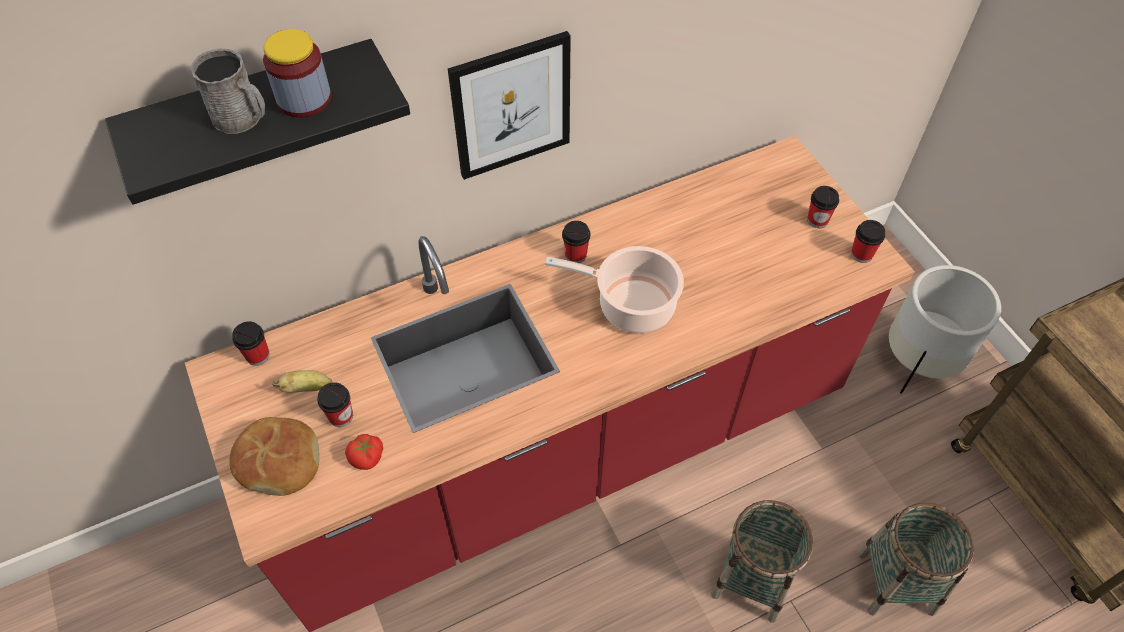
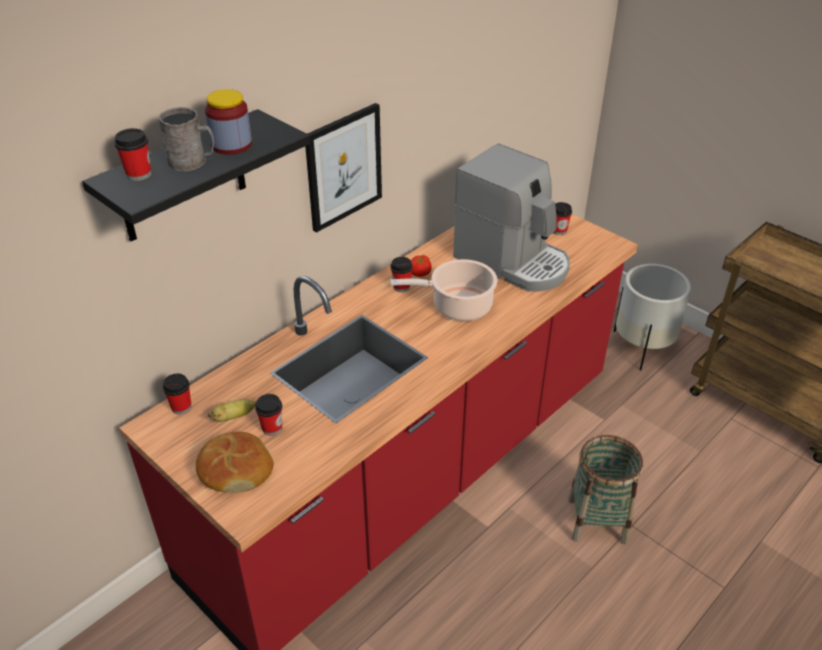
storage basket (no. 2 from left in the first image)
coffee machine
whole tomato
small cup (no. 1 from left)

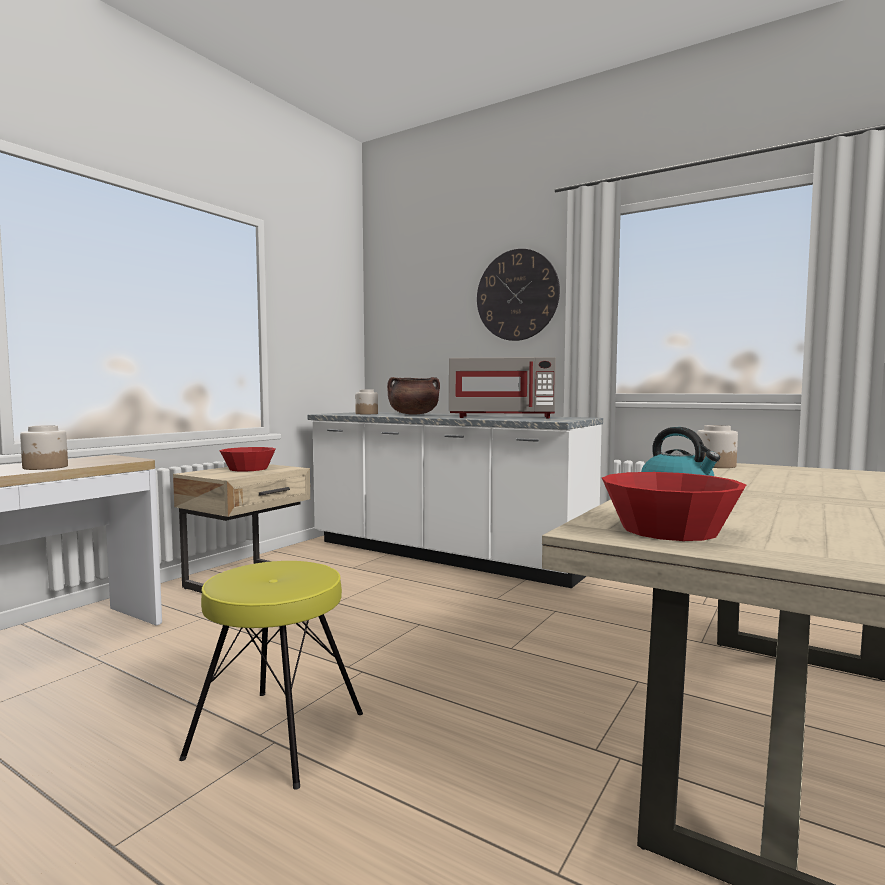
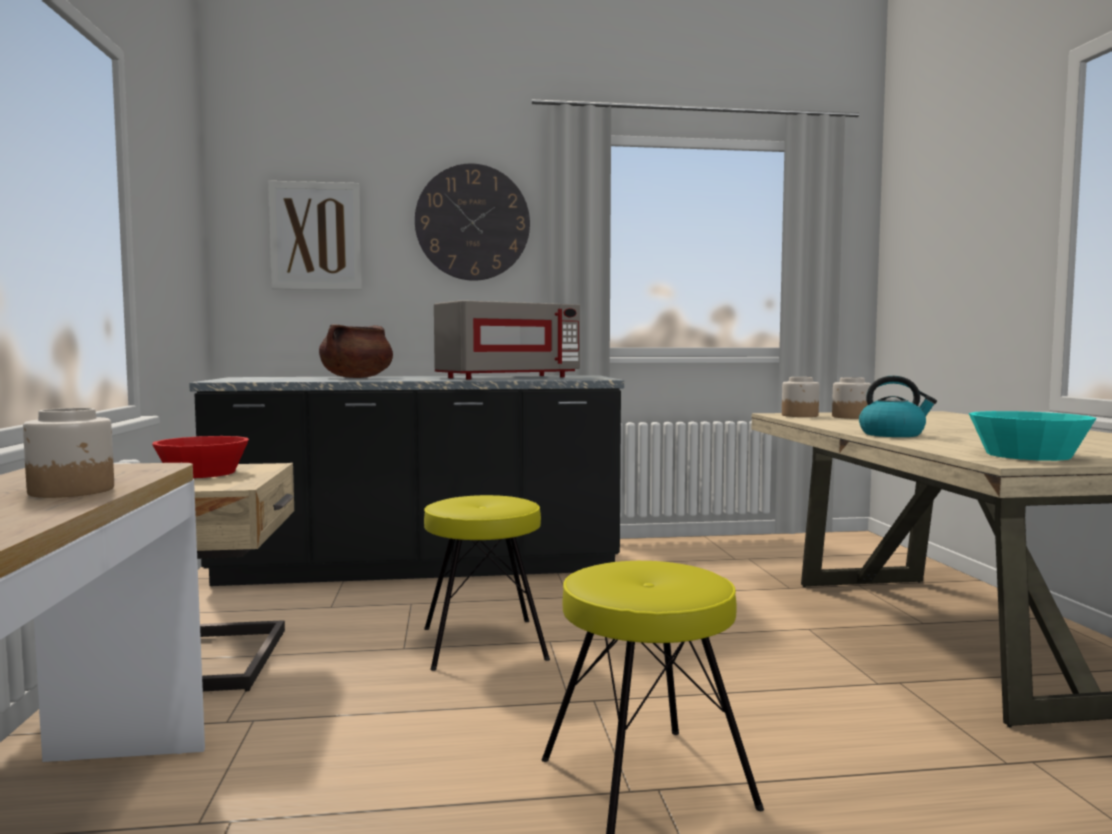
wall picture
yellow-coloured sitting stool (no. 1 from left)
jar (no. 3 from left)
blackish kitchen counter
turquoise-coloured serving bowl

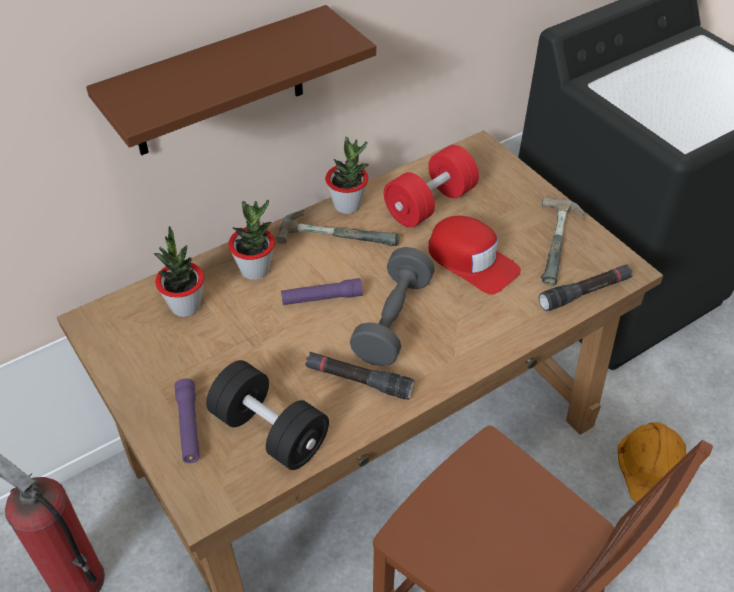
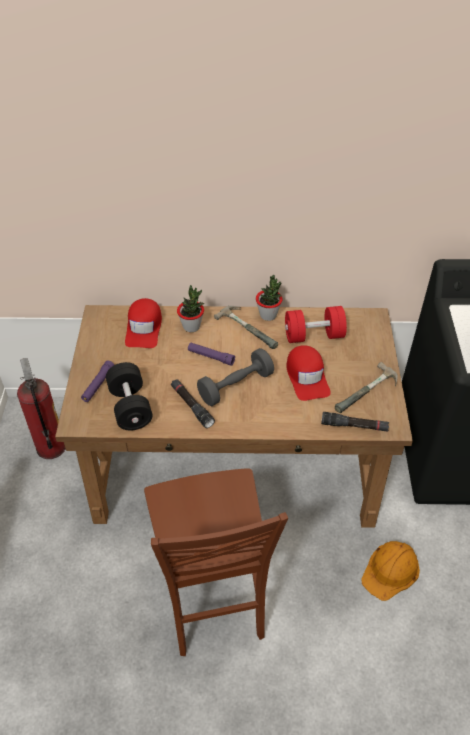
brown-coloured bracket shelf
red peaked cap (no. 1 from left)

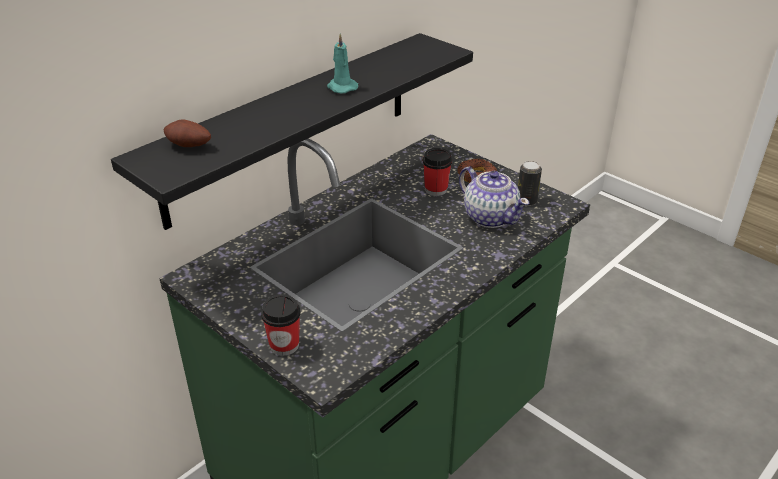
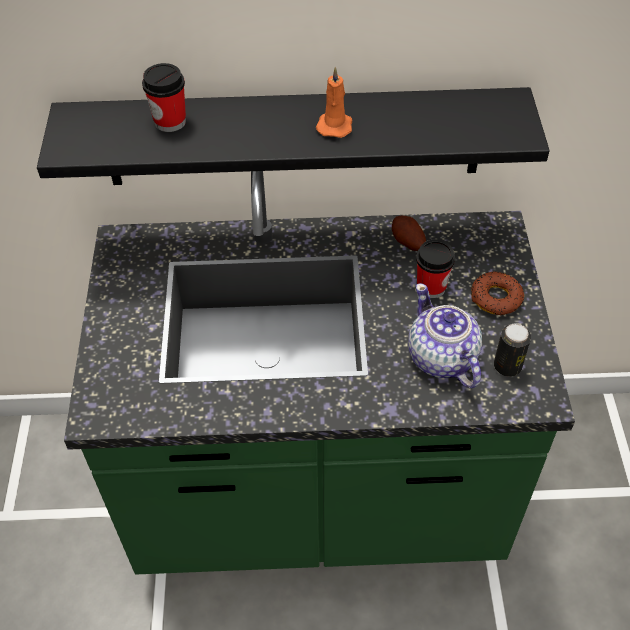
whole potato
small cup (no. 1 from left)
orange candle
pot for tea

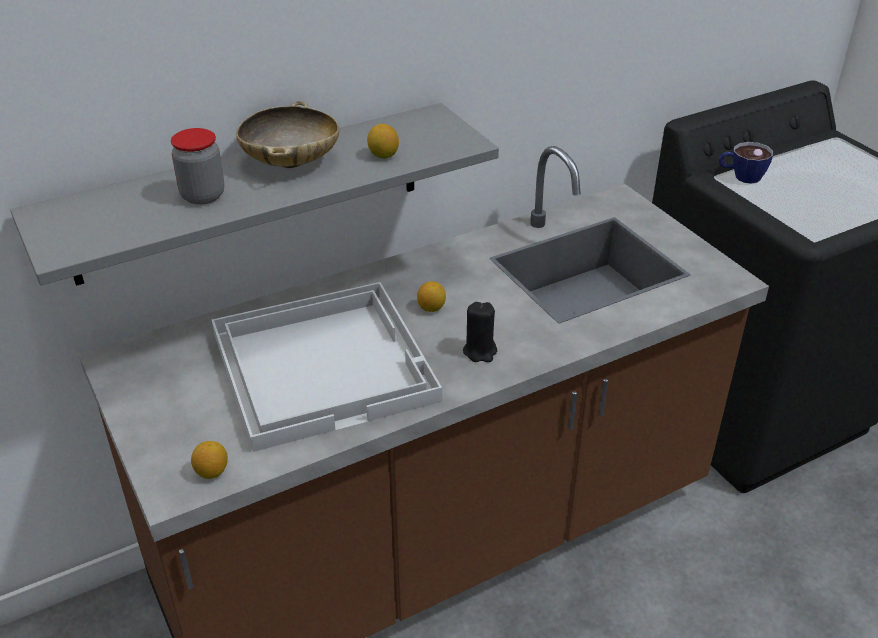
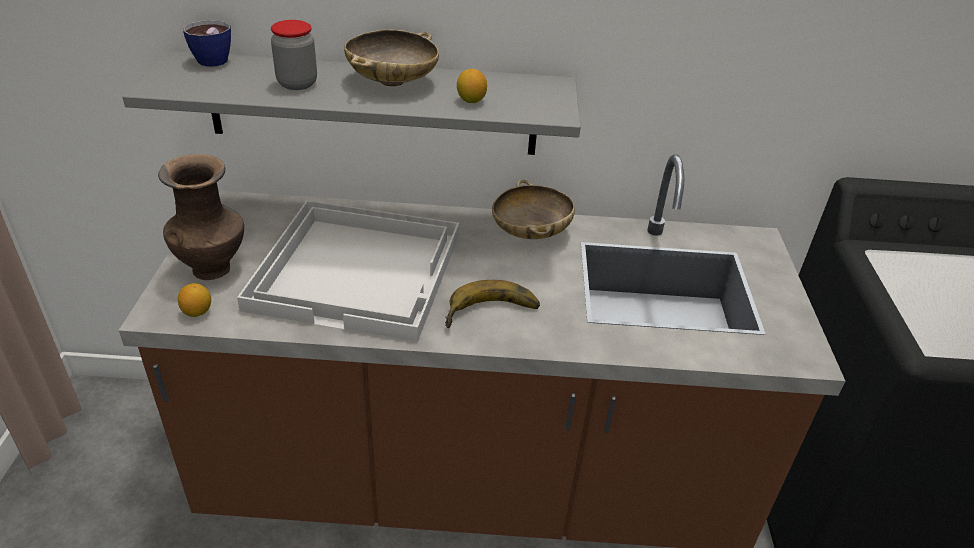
lemon (no. 3 from left in the first image)
brown-coloured vase
sand-coloured serving bowl (no. 2 from left)
small cup
banana fruit

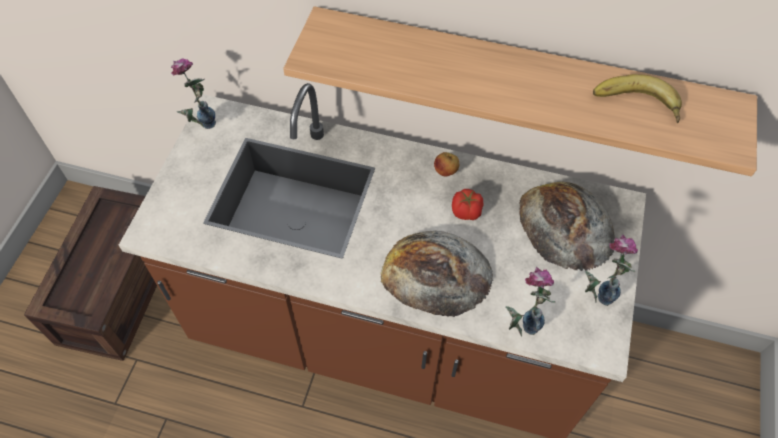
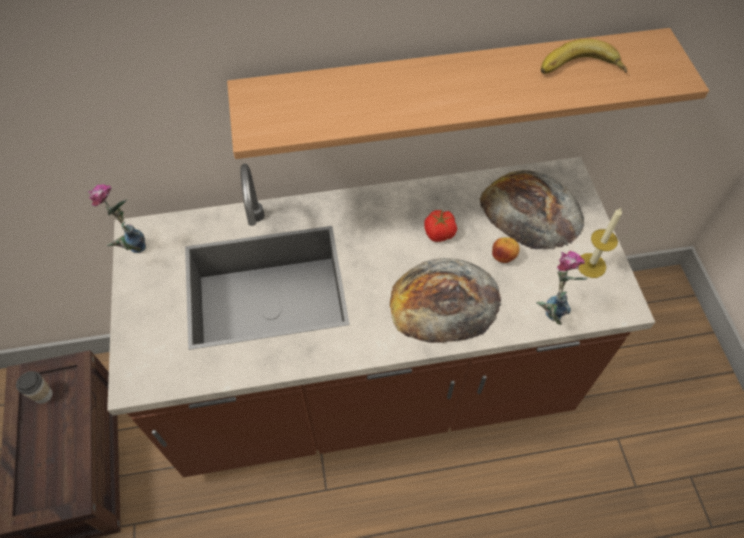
small cup
apple fruit
candle

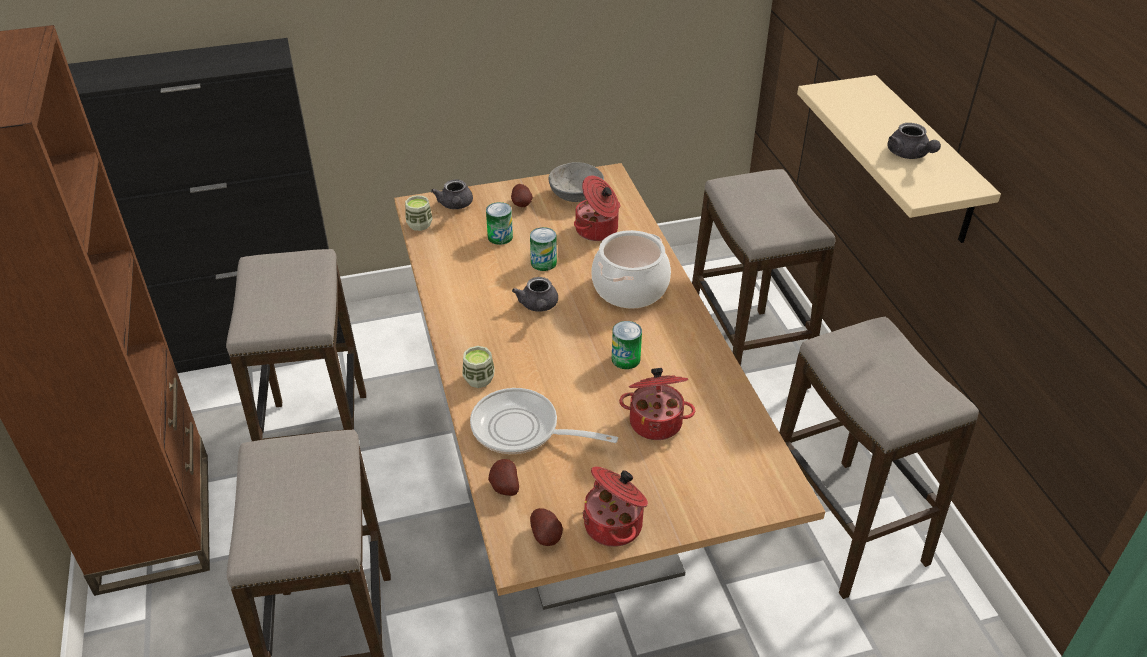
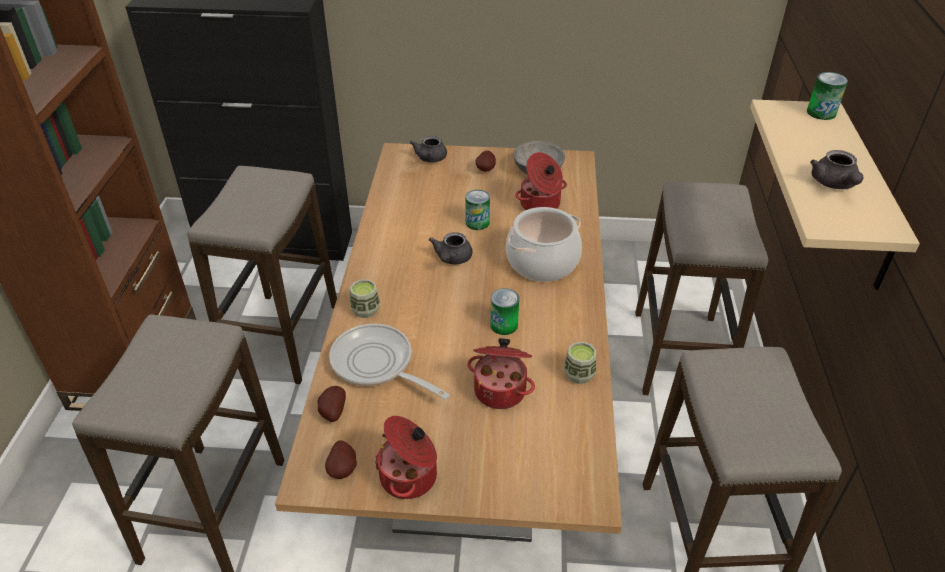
small cup (no. 2 from left)
metal can (no. 3 from left)

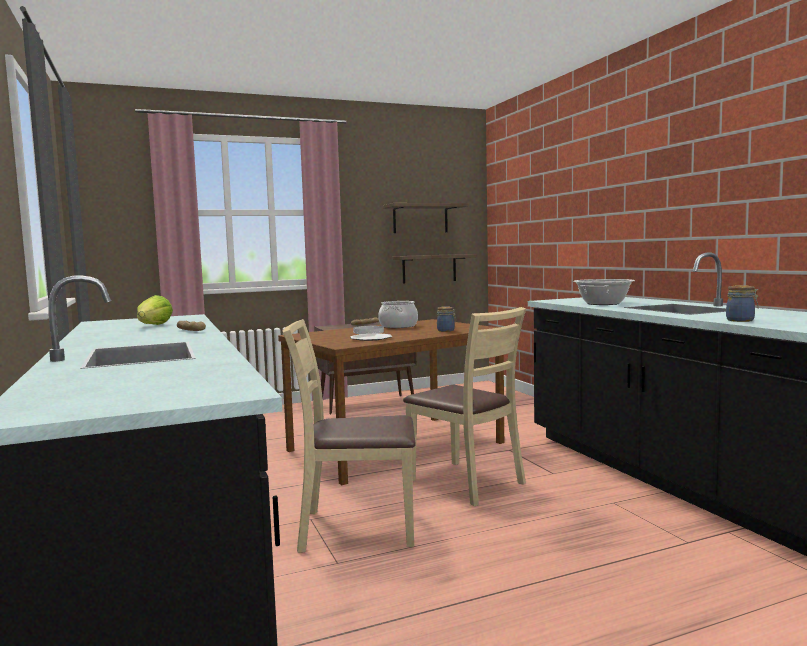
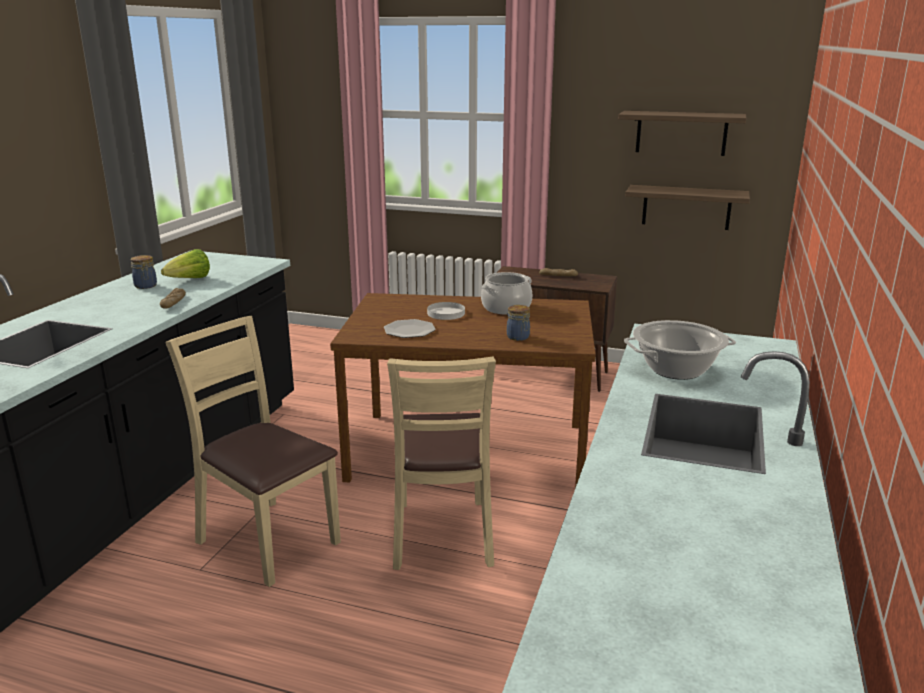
jar (no. 1 from left)

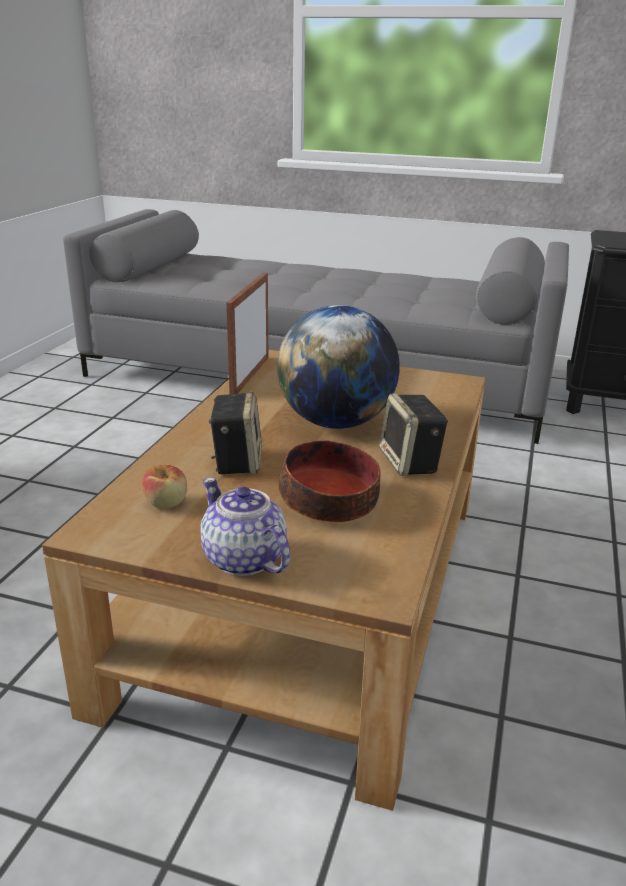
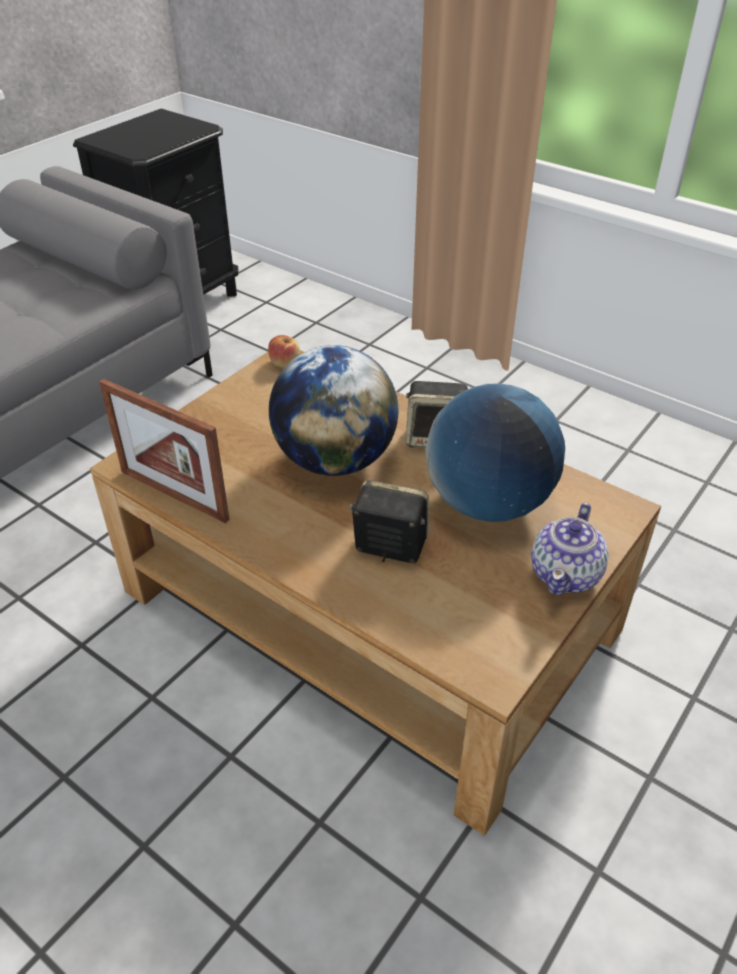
apple fruit
desk globe (no. 2 from left)
pot for tea

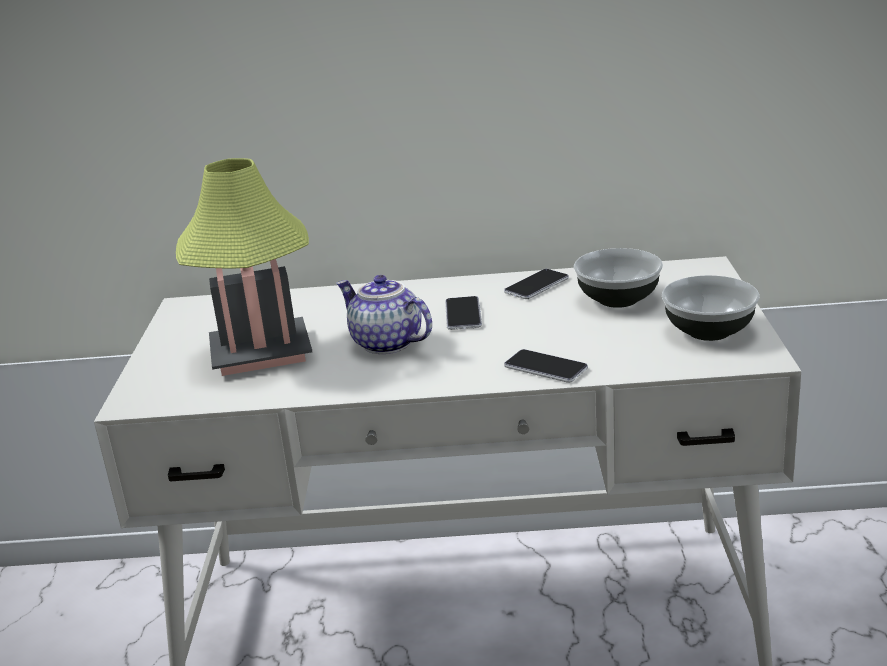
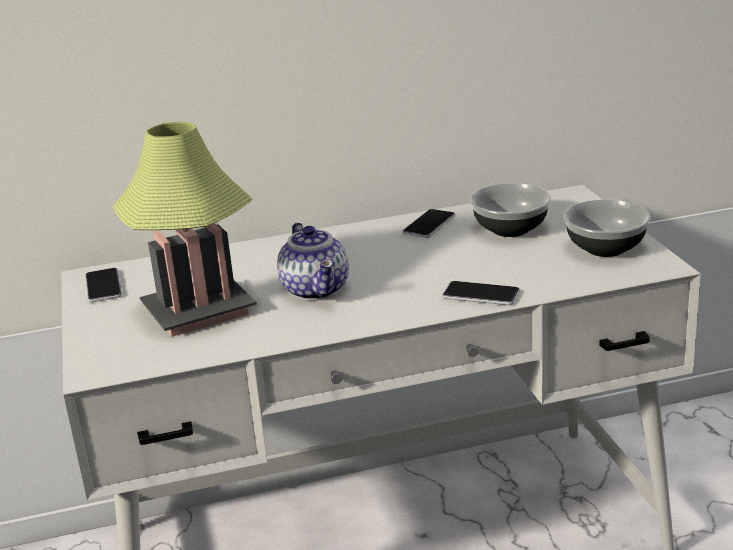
telephone (no. 1 from left)
pot for tea

